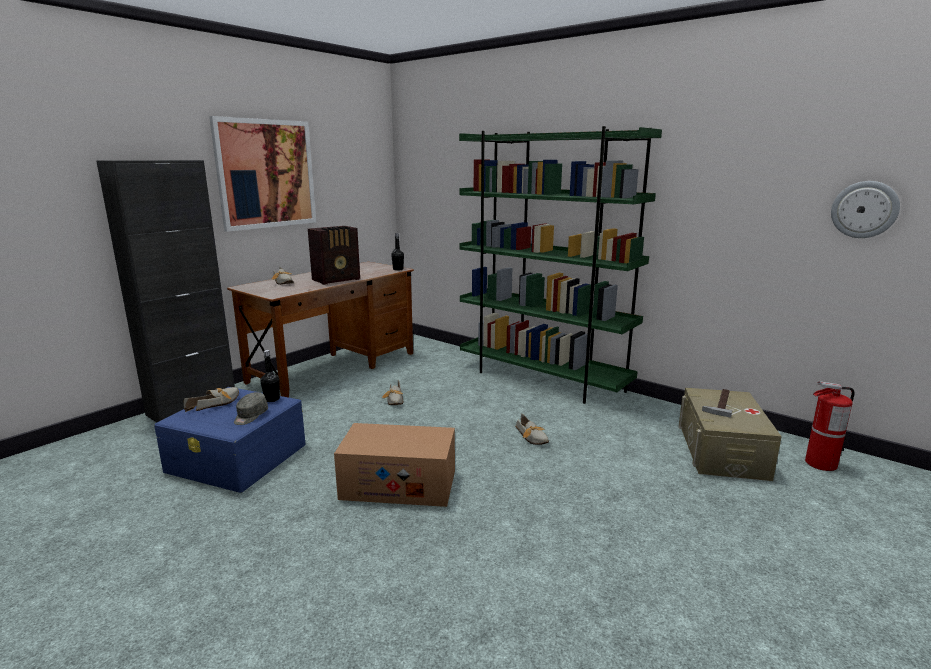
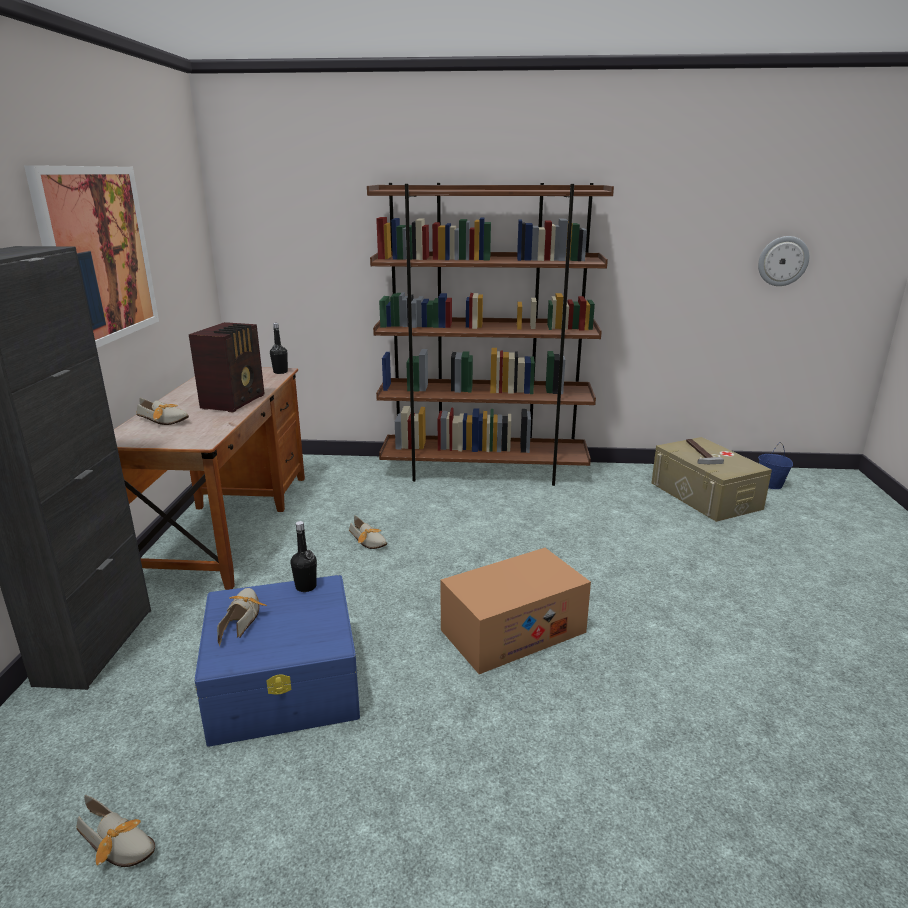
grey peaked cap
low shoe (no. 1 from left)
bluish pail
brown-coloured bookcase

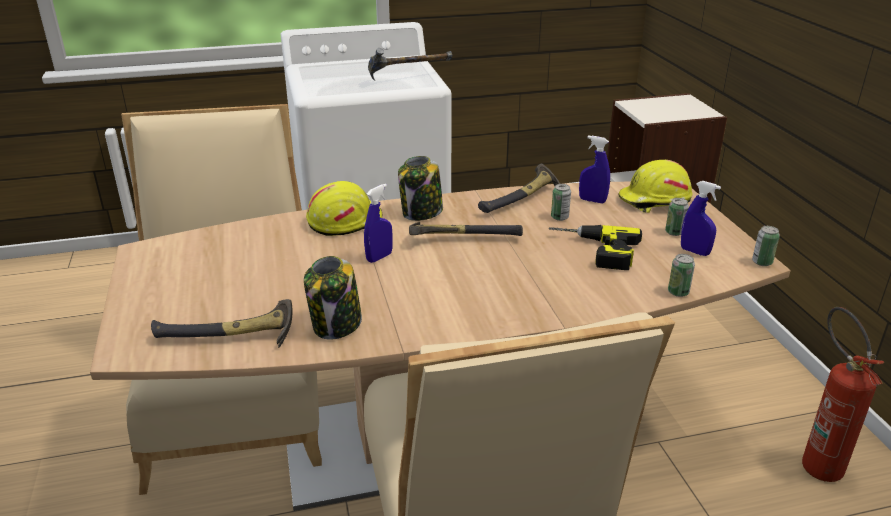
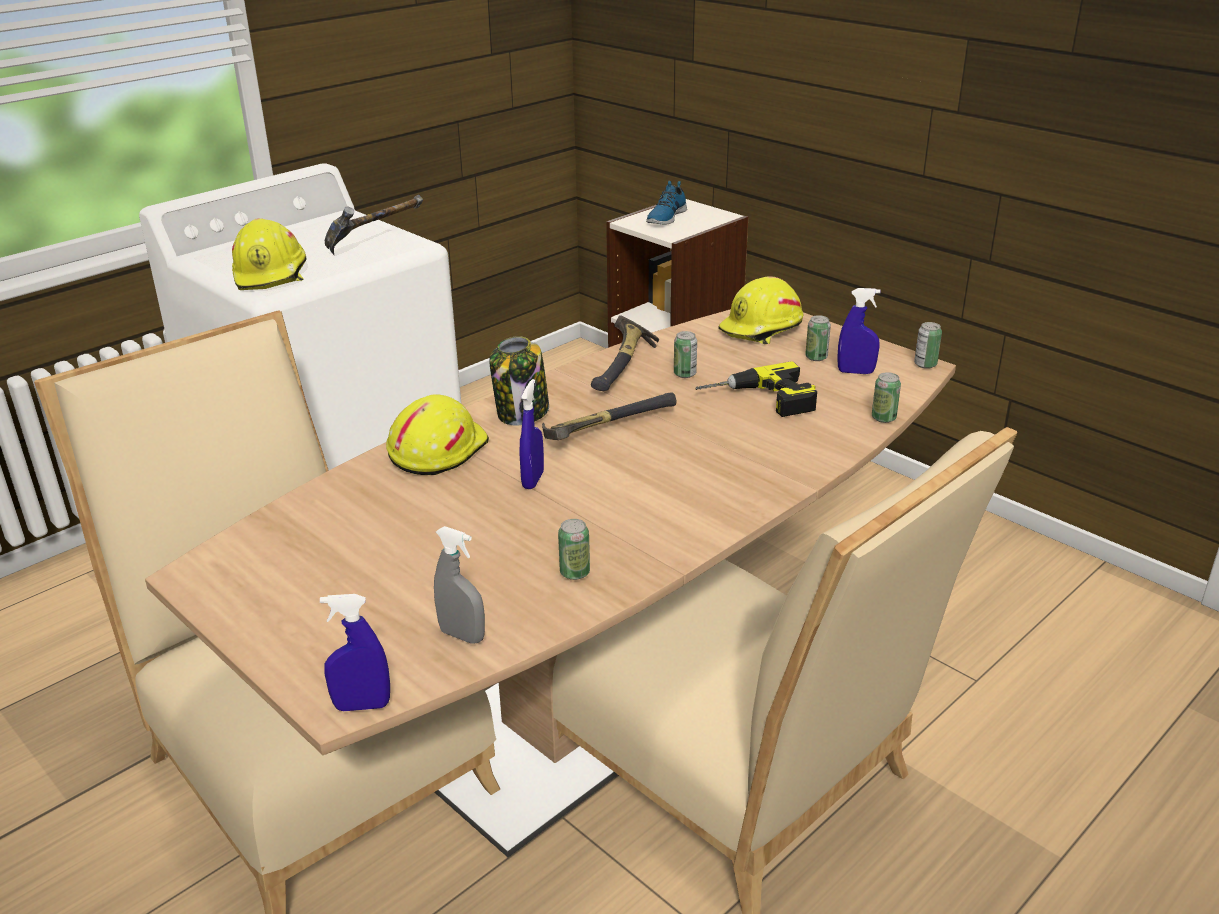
fire extinguisher
yellow-coloured work helmet (no. 1 from left)
low shoe
bluish sprayer (no. 1 from left)
grey sprayer
metal can (no. 1 from left)

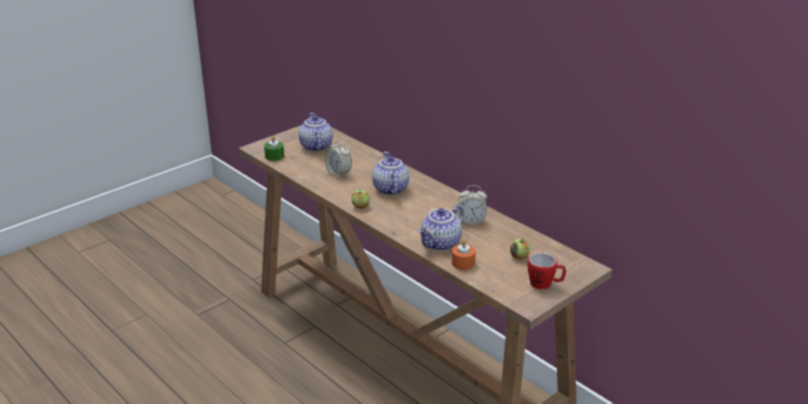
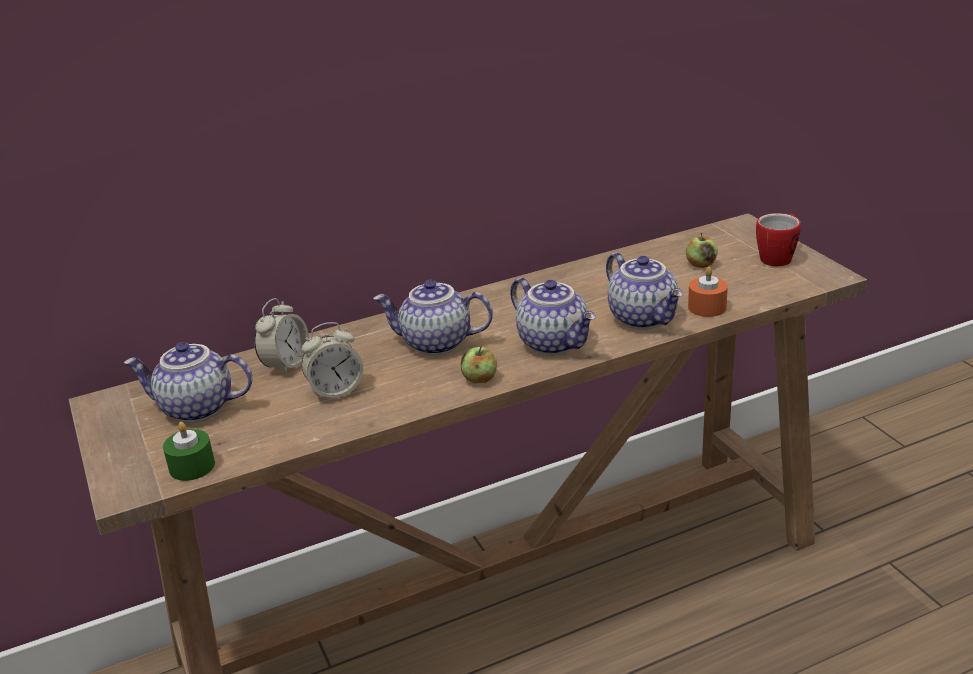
pot for tea (no. 3 from left)
table clock (no. 1 from left)

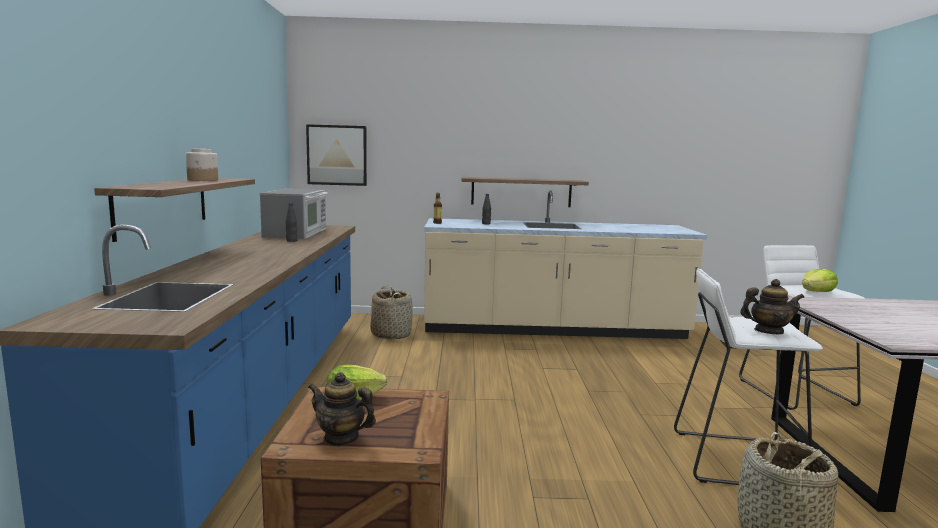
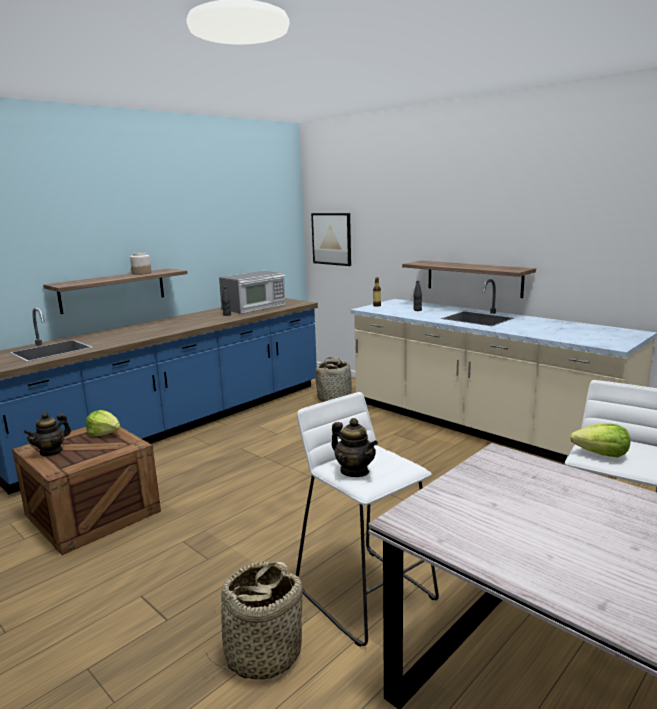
pot for tea (no. 1 from left)

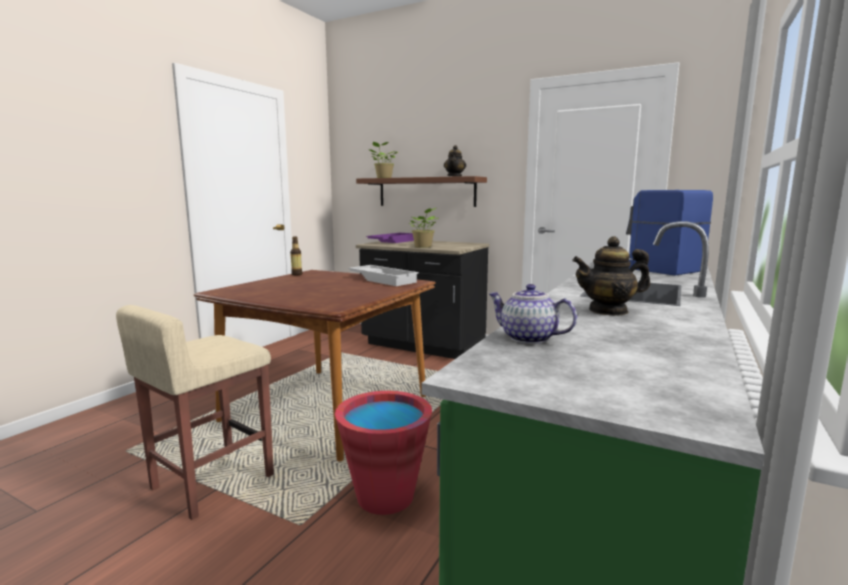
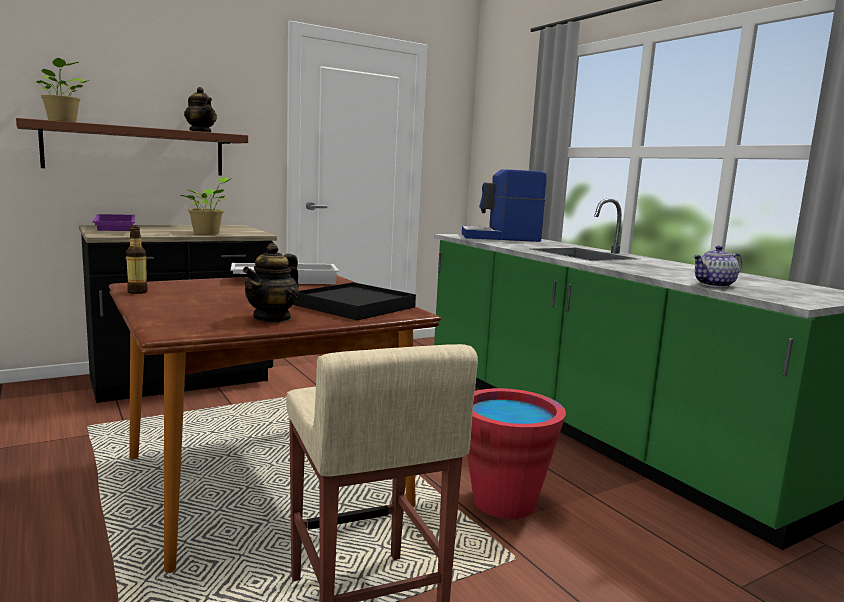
blackish tray
pot for tea (no. 2 from left)

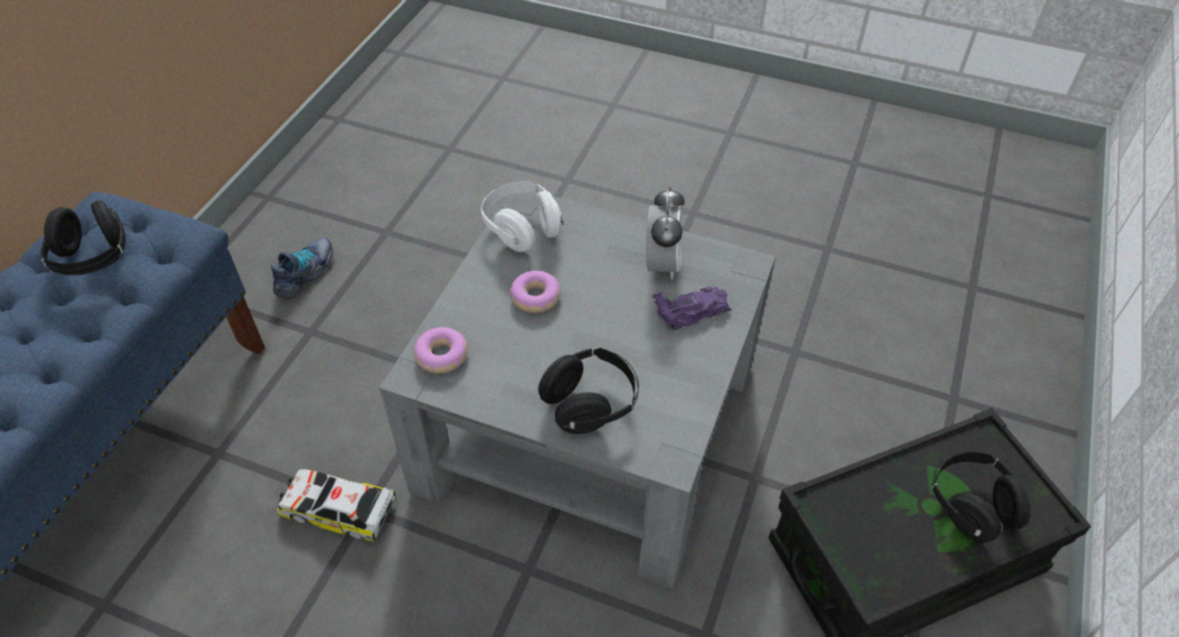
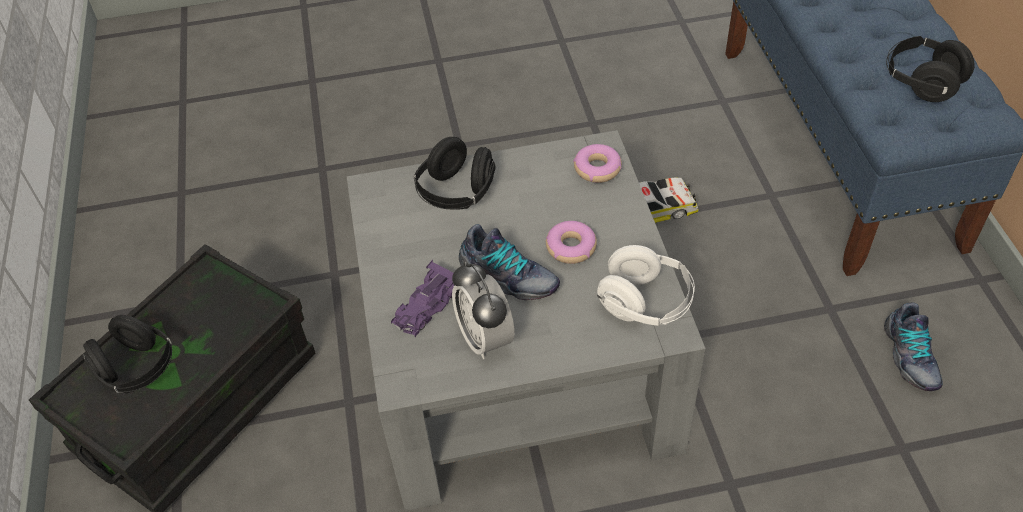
low shoe (no. 1 from left)

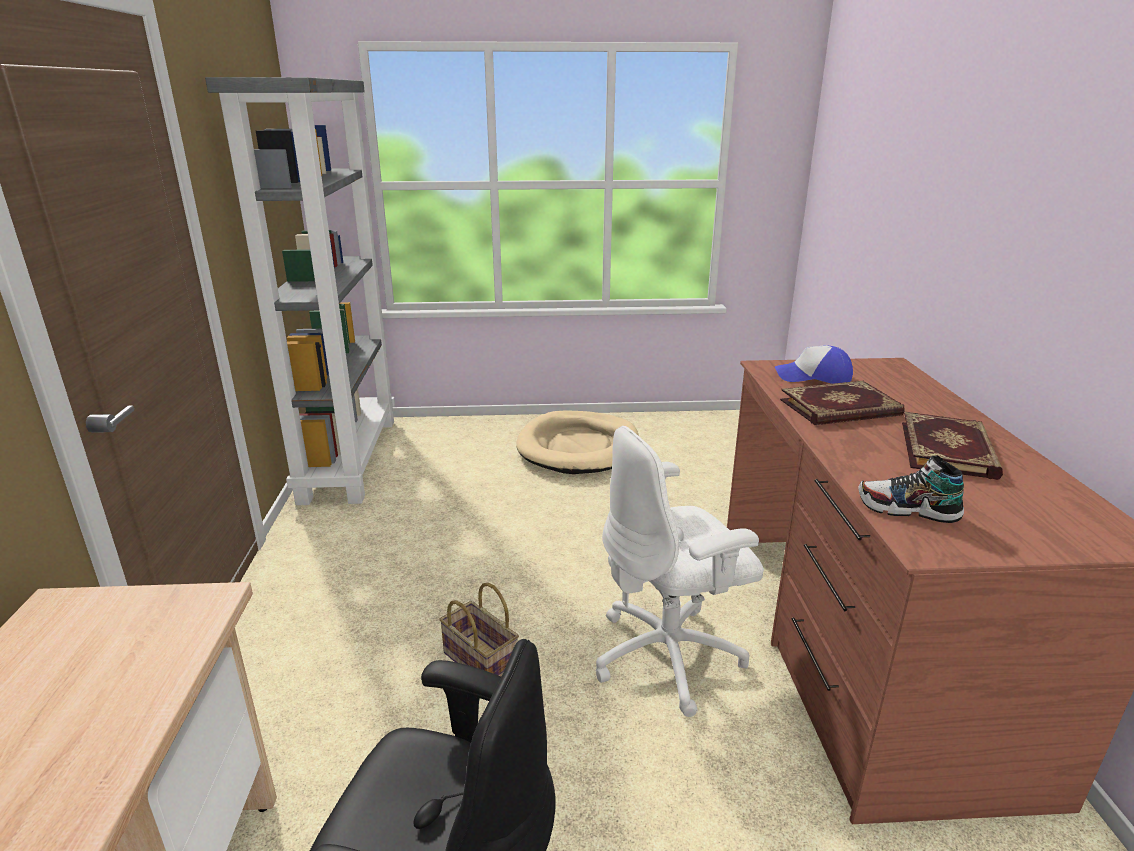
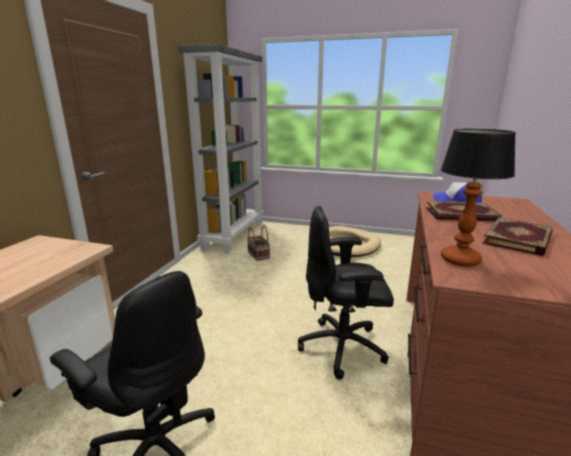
storage basket
tabletop lamp
blackish desk chair (no. 2 from left)

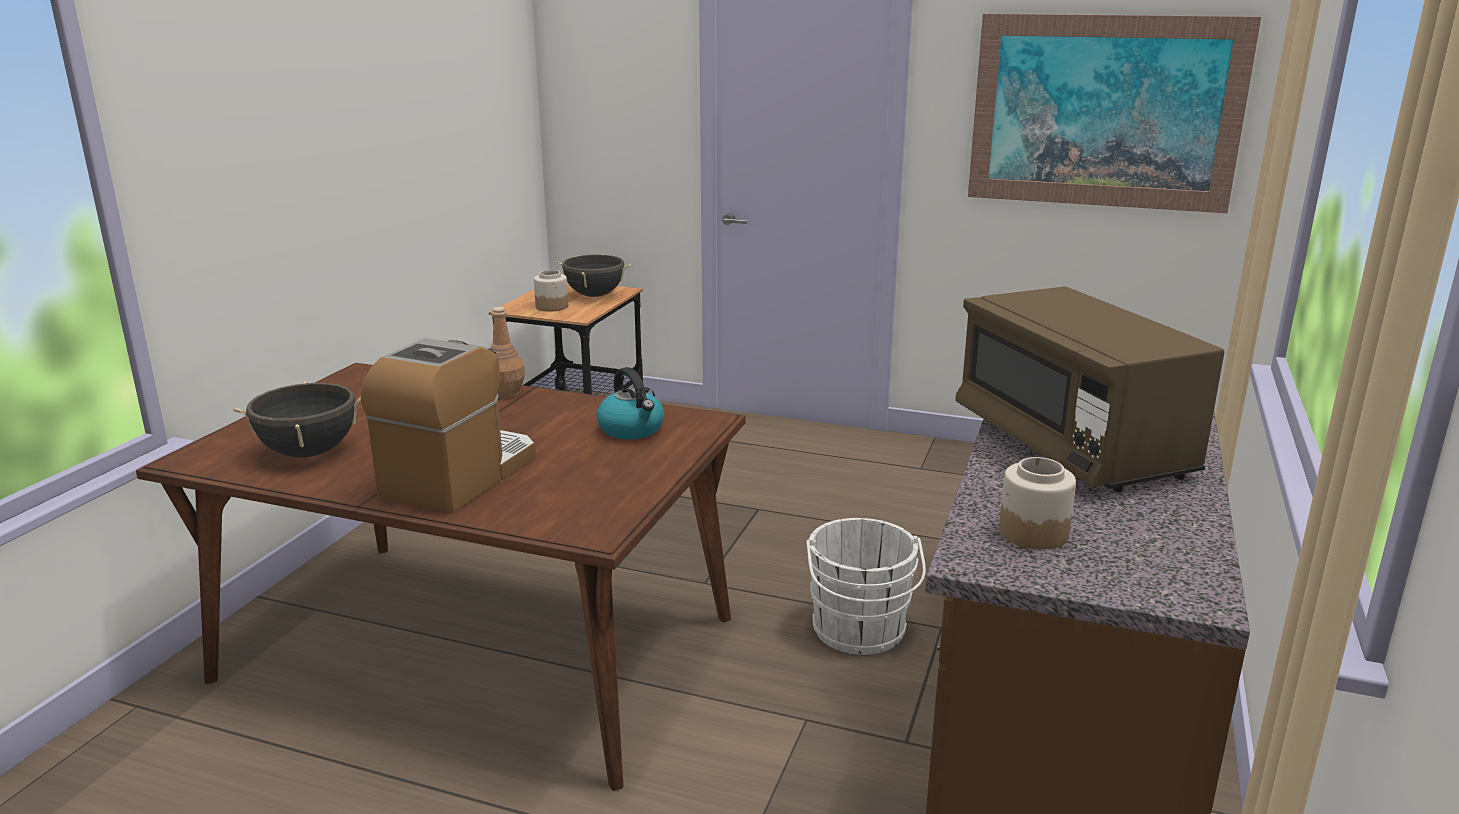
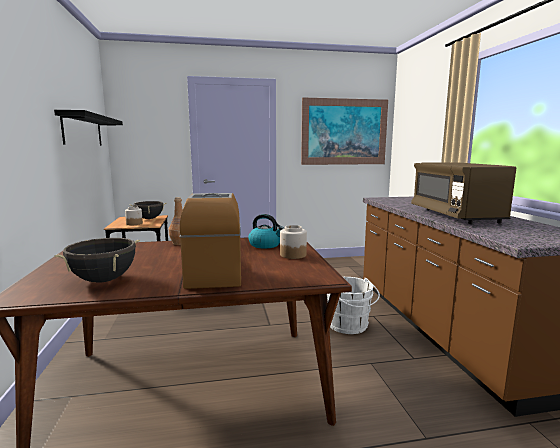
blackish bracket shelf
jar (no. 2 from left)
brown-coloured kitchen microwave

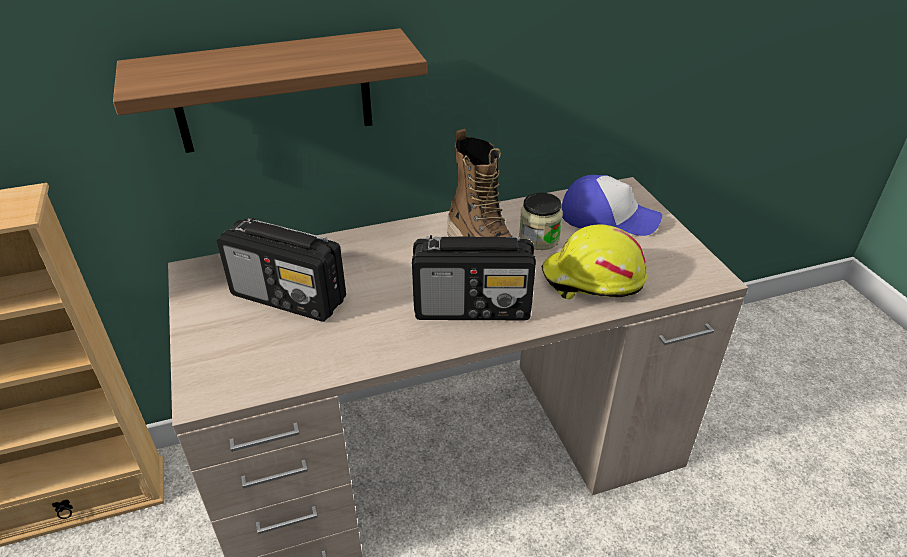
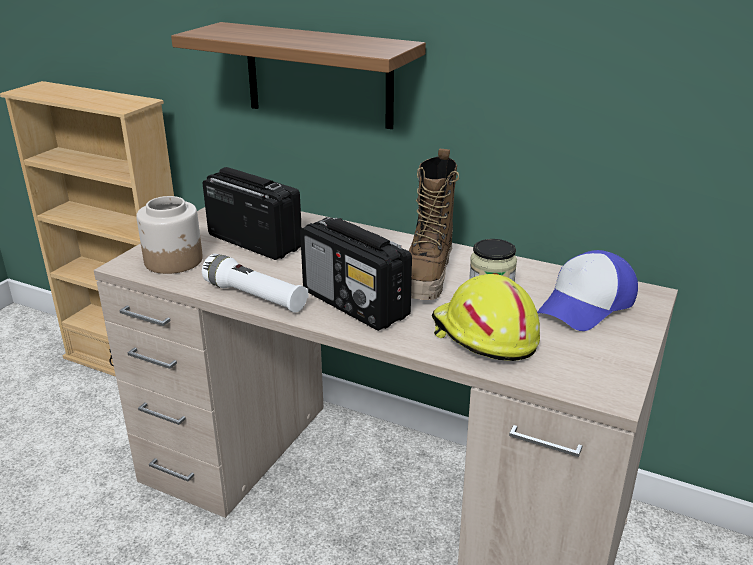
jar (no. 1 from left)
white hand torch
radio receiver (no. 1 from left)
peaked cap

